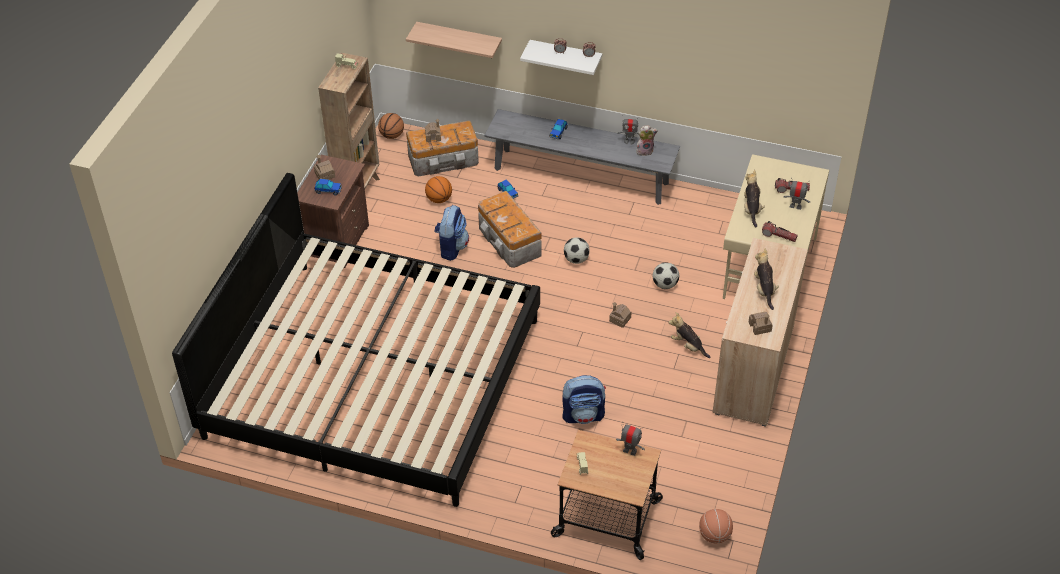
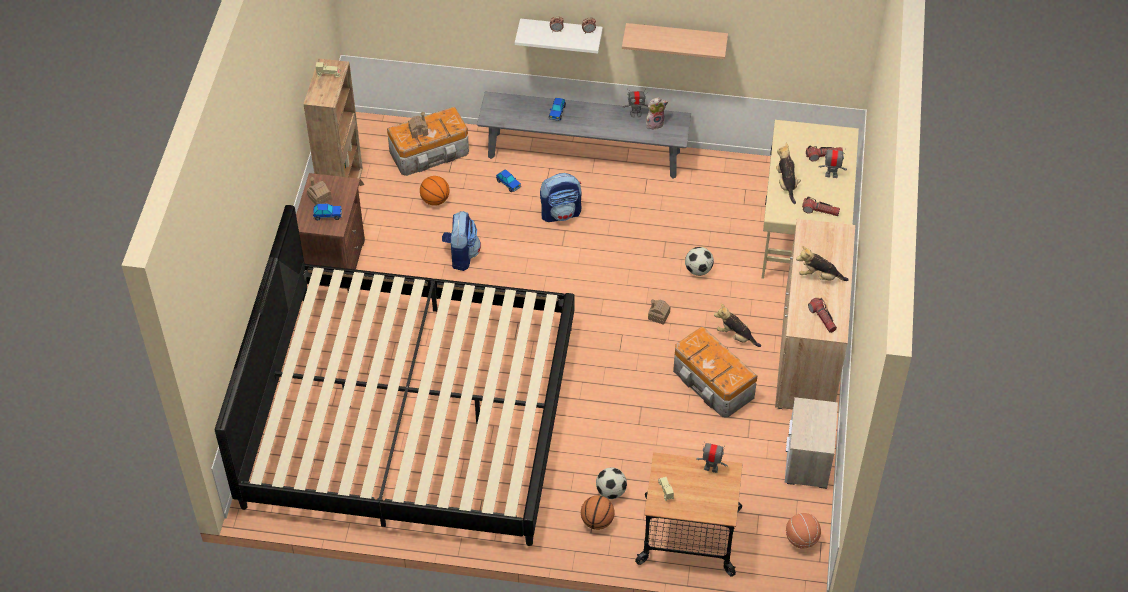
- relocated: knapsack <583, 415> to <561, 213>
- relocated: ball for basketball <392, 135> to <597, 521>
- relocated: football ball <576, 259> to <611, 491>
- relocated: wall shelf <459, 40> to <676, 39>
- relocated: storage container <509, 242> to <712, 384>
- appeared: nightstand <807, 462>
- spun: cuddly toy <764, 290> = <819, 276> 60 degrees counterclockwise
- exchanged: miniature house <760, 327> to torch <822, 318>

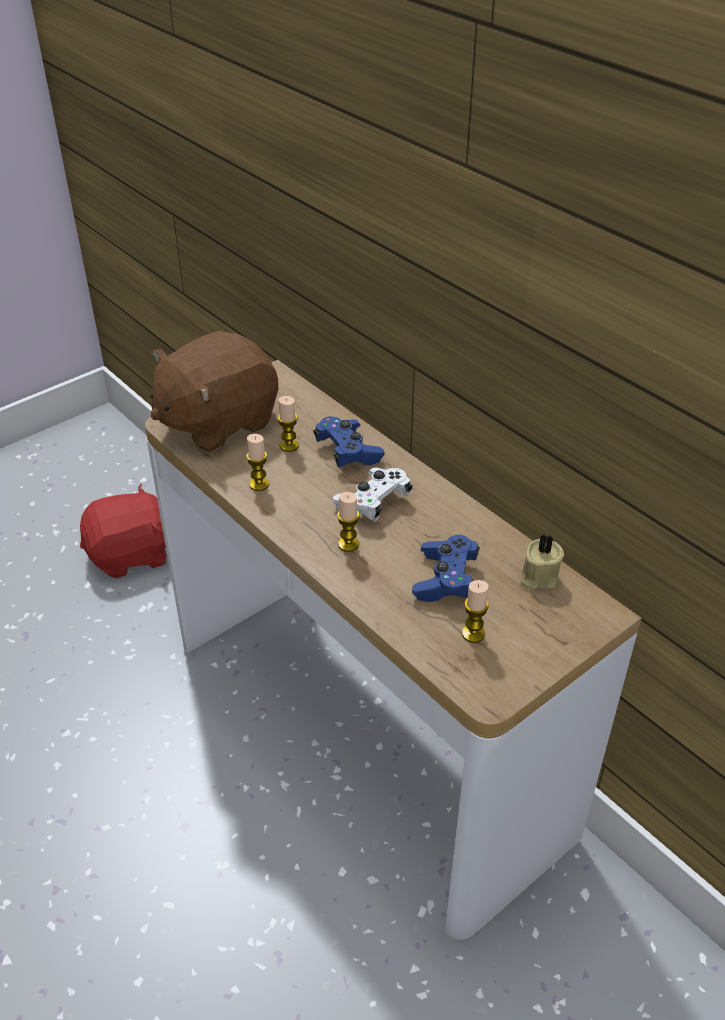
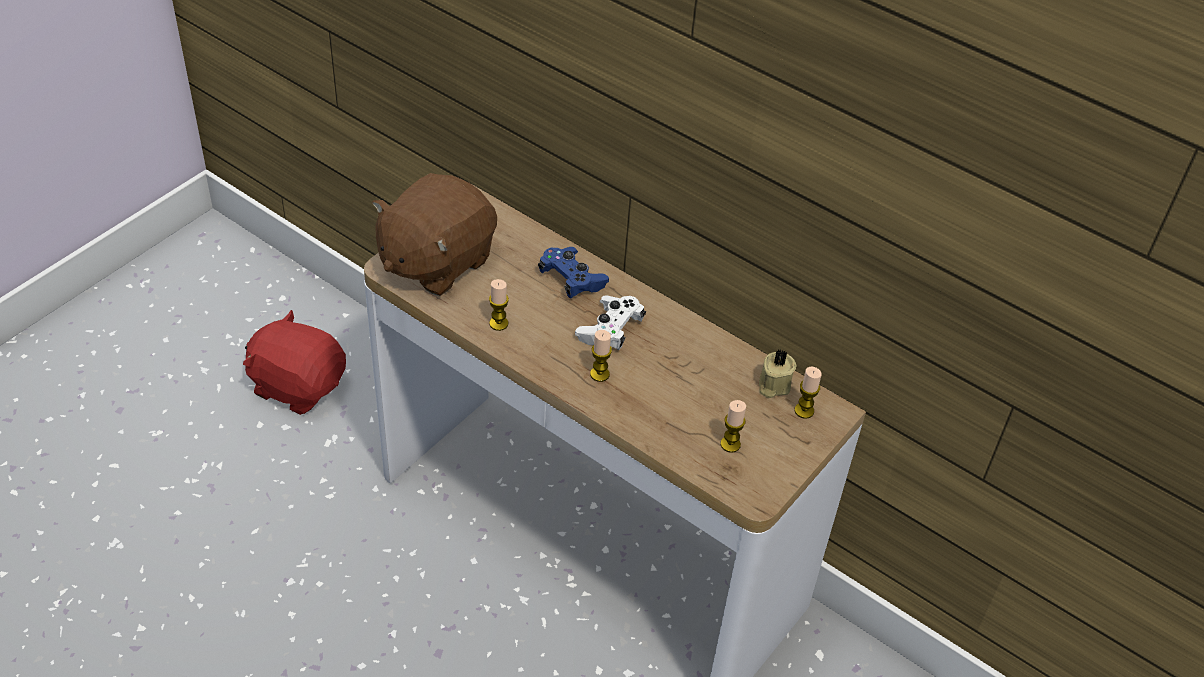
- spun: red cuddly toy <132, 554> = <298, 385> 120 degrees counterclockwise
- relocated: candle <289, 446> to <804, 411>
- missing: bluish game controller <445, 579>

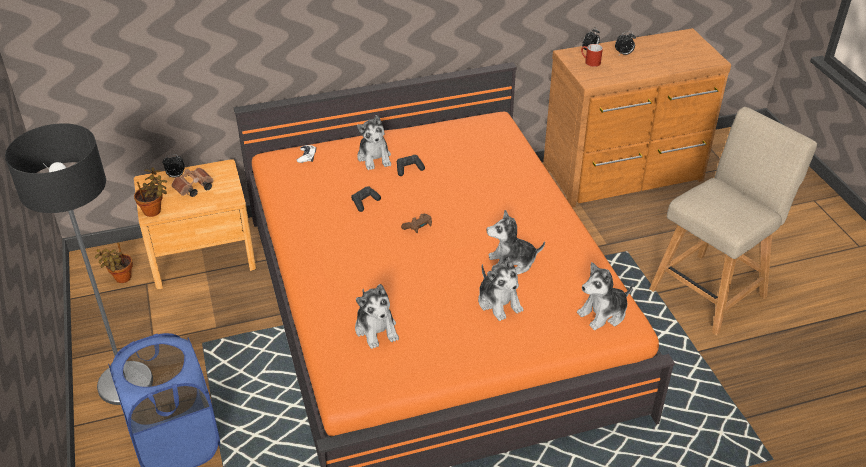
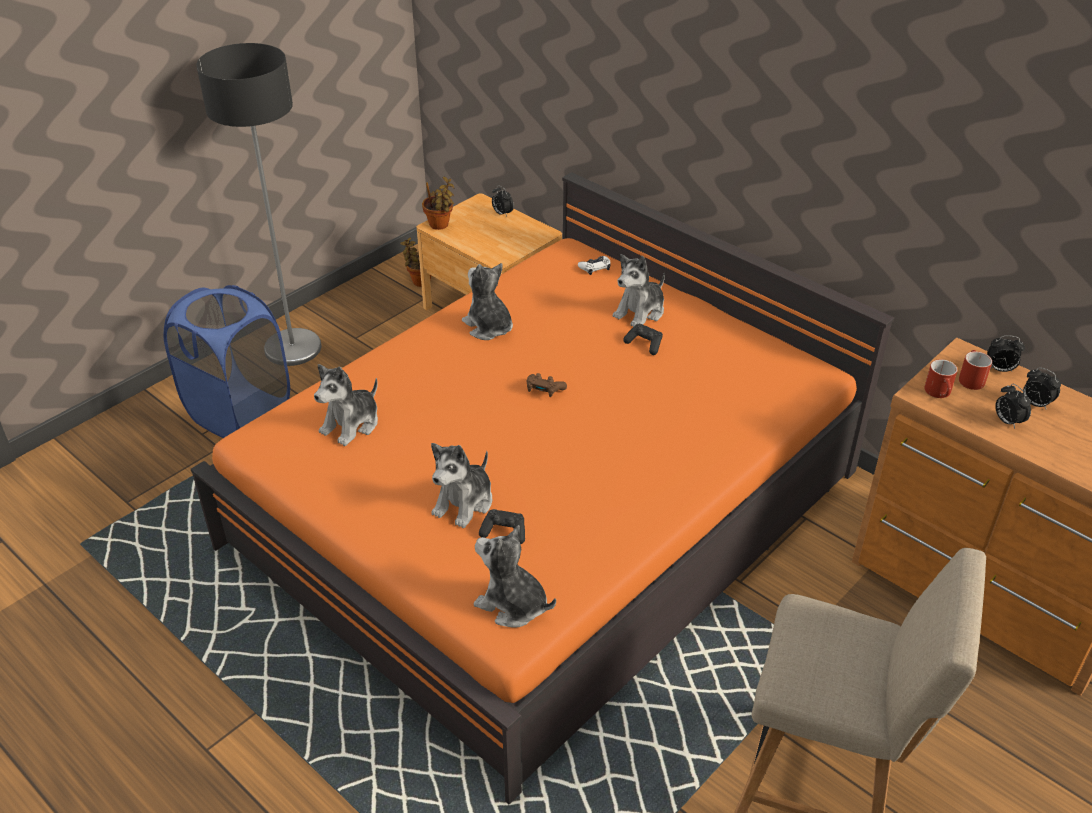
- relocated: cuddly toy <512, 262> to <489, 327>
- relocated: black-coloured game controller <365, 202> to <504, 532>
- appeared: red coffee mug <940, 393>
- appeared: table clock <1007, 421>
- missing: brownish binoculars <193, 189>

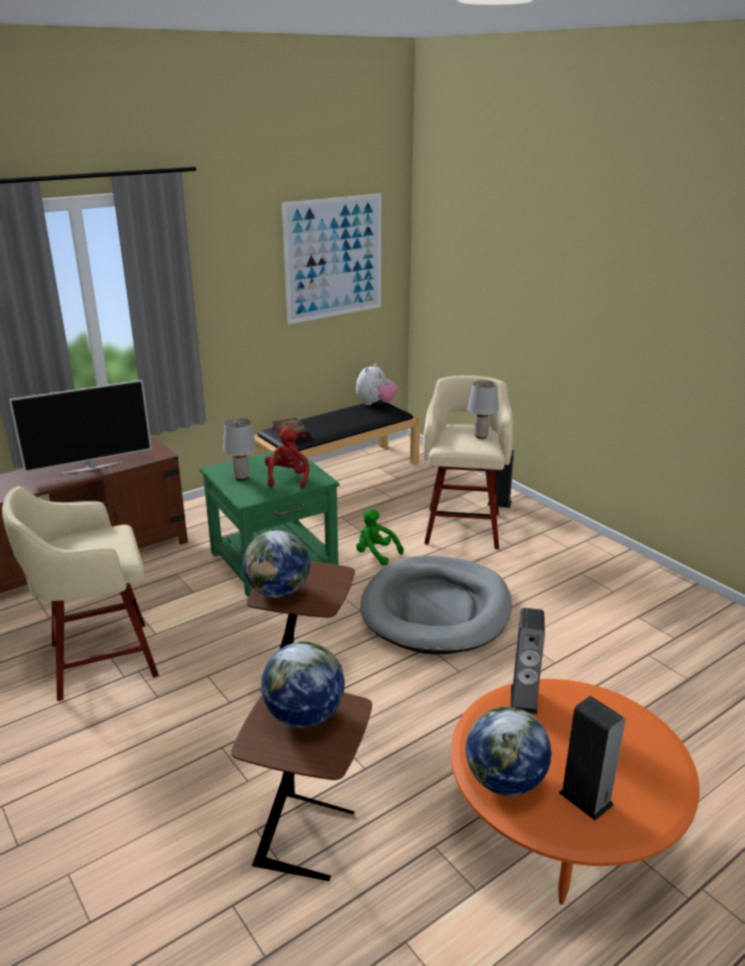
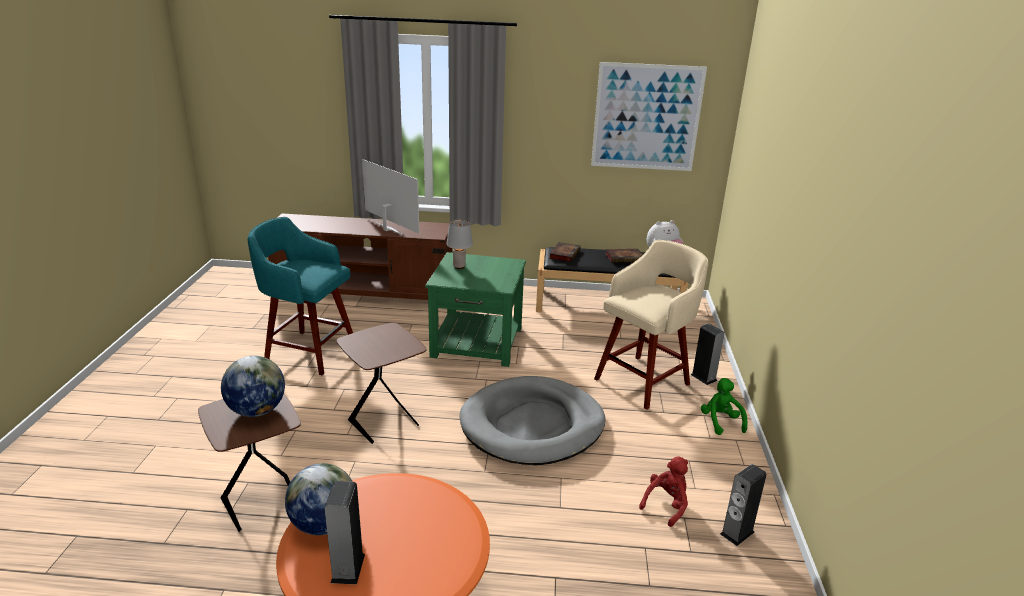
- colour: sand-coloured sitting stool <99, 660> to turquoise sitting stool <308, 352>
- spun: television <90, 467> = <388, 229> 150 degrees counterclockwise
- appeared: bound book <625, 258>
- relocated: red cuddly toy <287, 478> to <666, 505>
- relocated: green-coloured cuddly toy <376, 554> to <720, 422>
- relocated: loudspeaker <524, 699> to <737, 533>
- missing: world globe <278, 592>
- missing: greyish tabletop lamp <480, 436>

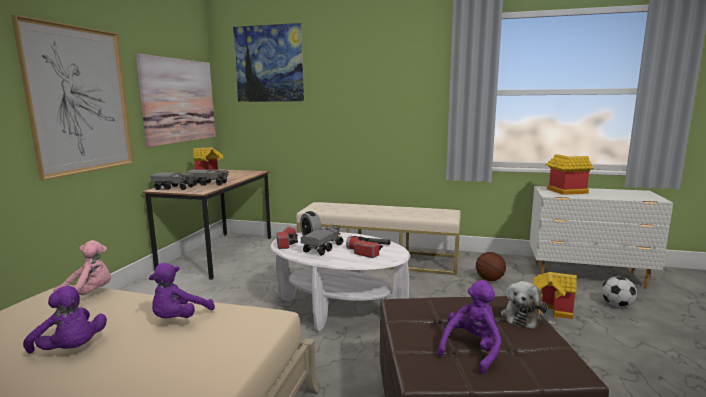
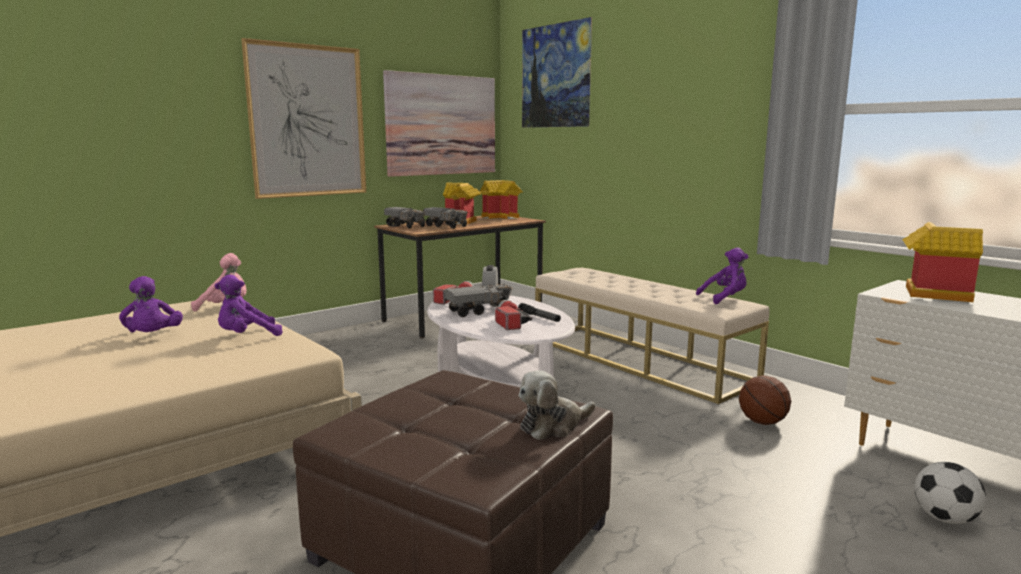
- relocated: miniature house <551, 313> to <502, 217>
- relocated: purple-coloured cuddly toy <472, 350> to <725, 298>

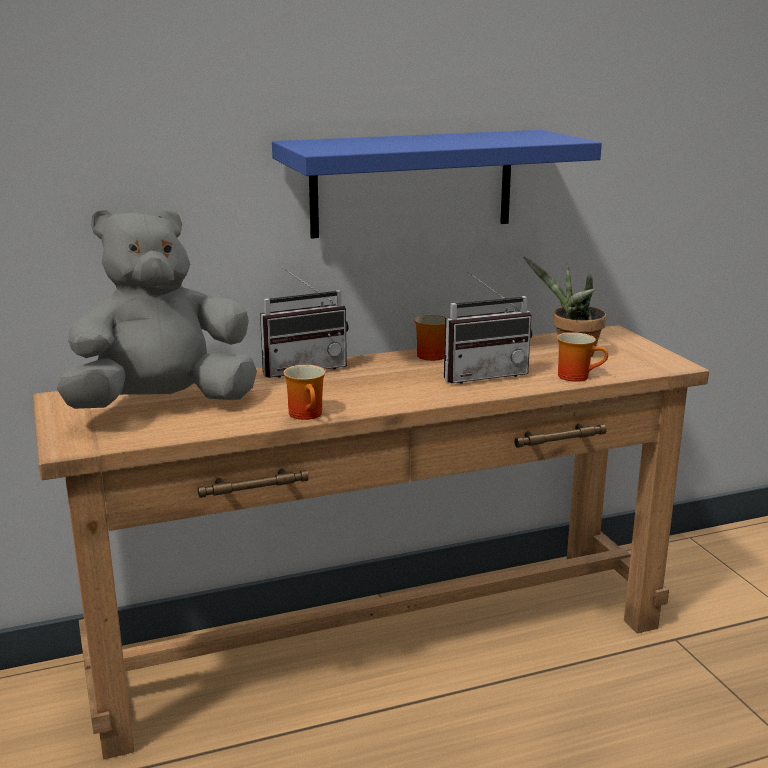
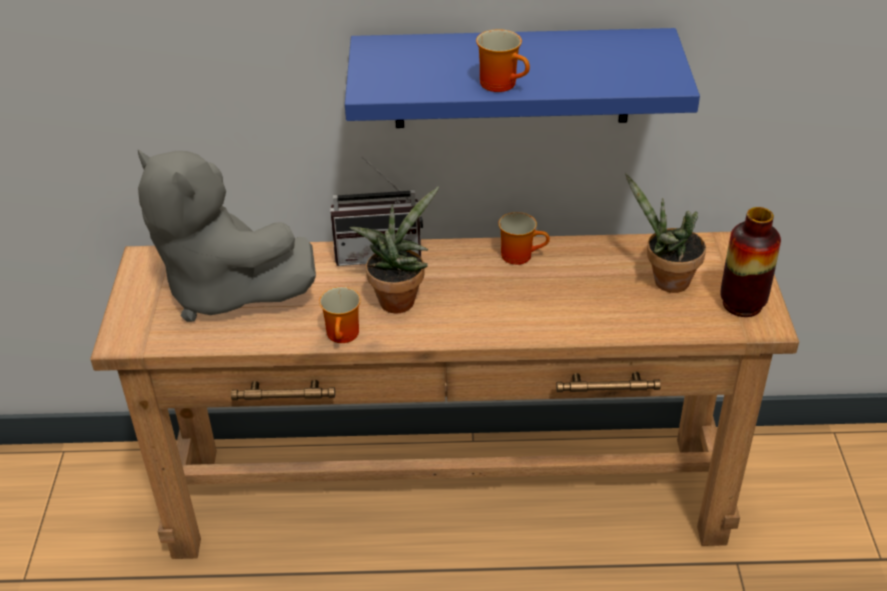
- spun: greyish cuddly toy <162, 405> = <224, 291> 135 degrees counterclockwise
- appeared: potted plant <398, 298>
- relocated: coffee mug <577, 376> to <503, 83>
- appeared: flower vase <742, 304>
- missing: radio set <482, 374>

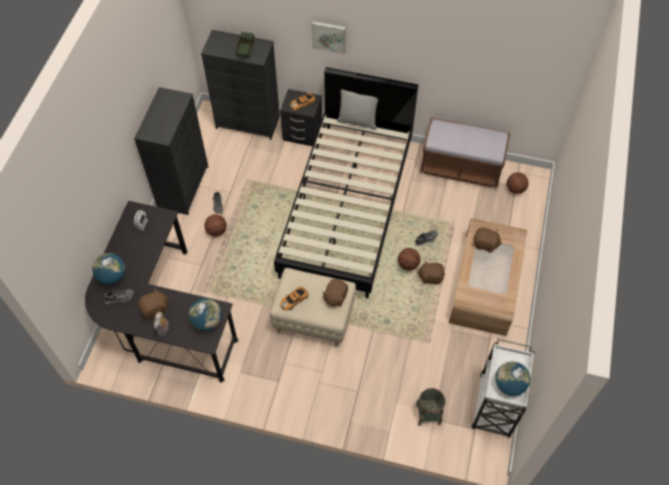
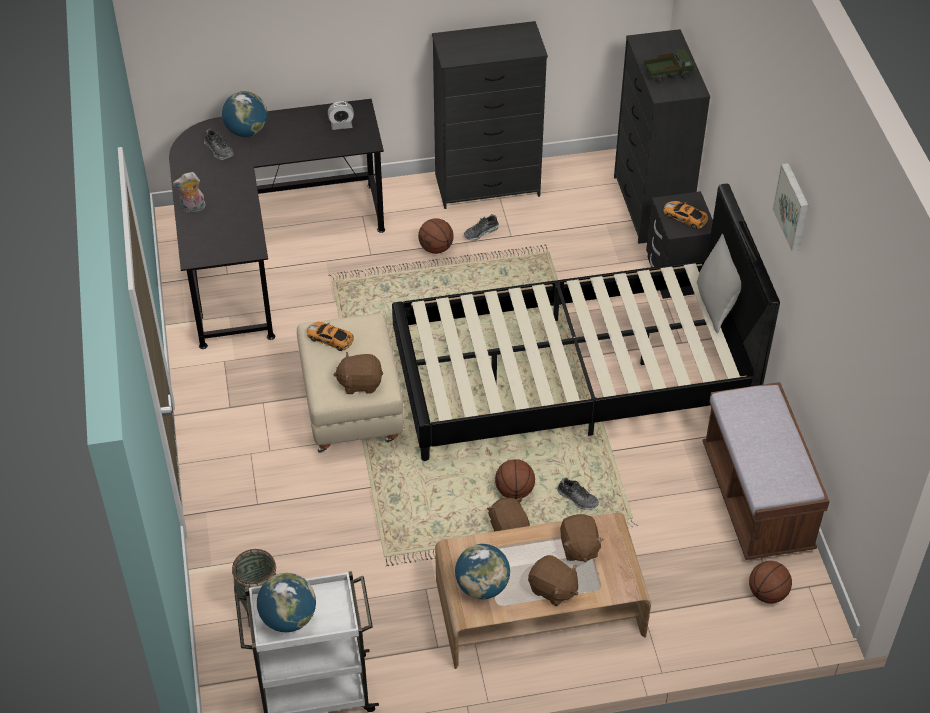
- relocated: world globe <207, 321> to <482, 586>
- relocated: brownish cuddly toy <155, 309> to <552, 589>
- relocated: wall art <329, 36> to <793, 206>

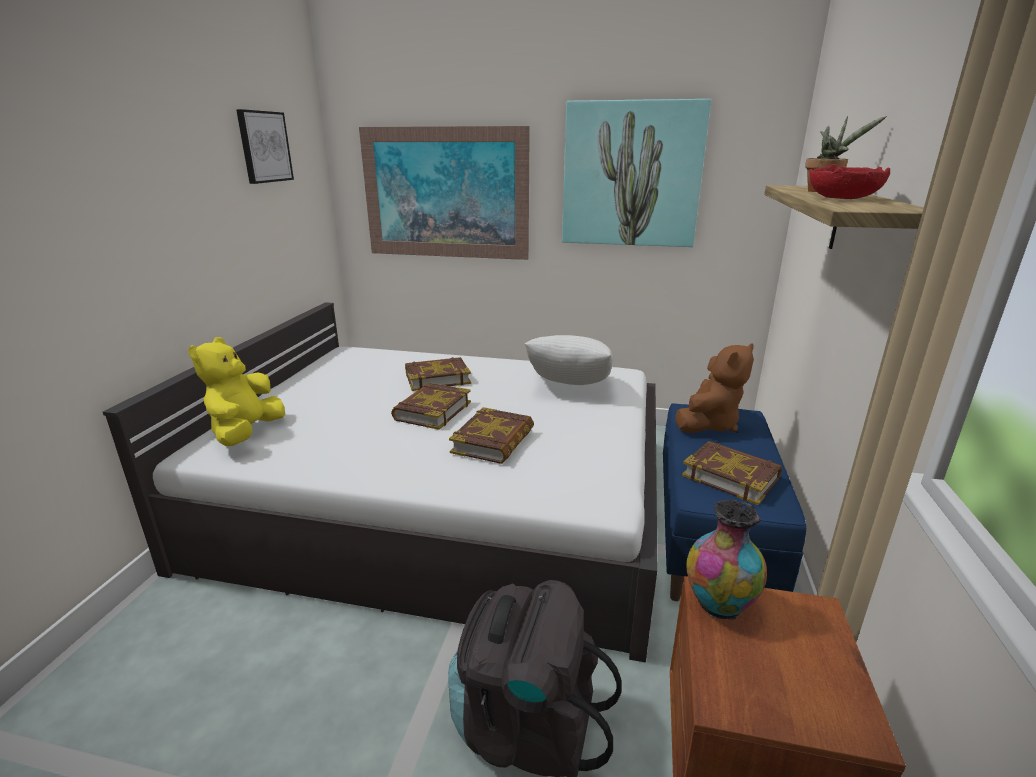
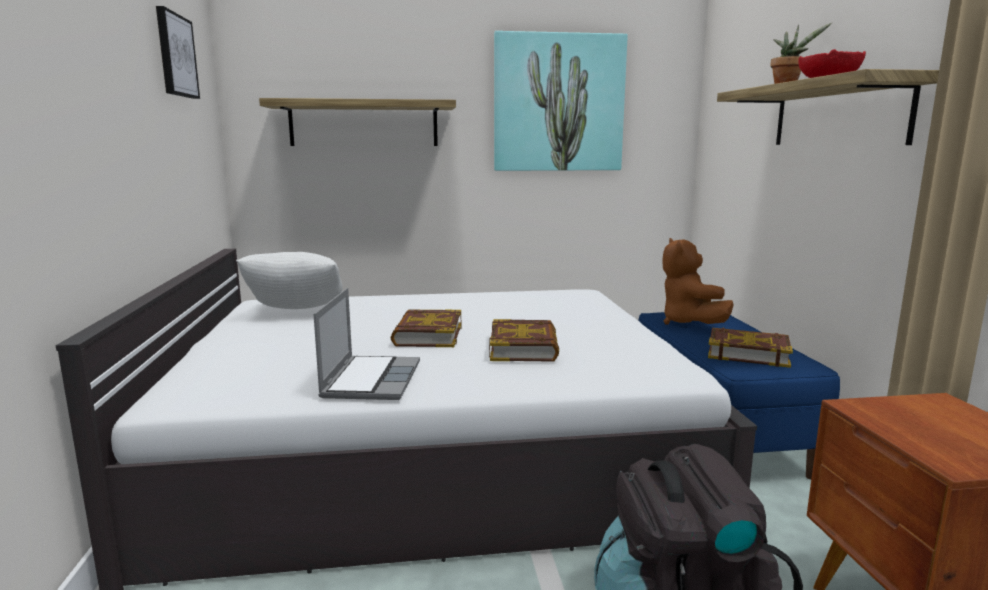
- relocated: whitish pillow <569, 388> to <296, 313>
- exchanged: wall art <445, 193> to wall shelf <364, 124>
- appeared: notebook computer <371, 379>
- spun: brownish cuddly toy <709, 424> = <689, 323> 150 degrees clockwise
- missing: yellow-coloured cuddly toy <246, 433>
- missing: bound book <437, 378>
- missing: flower vase <719, 603>

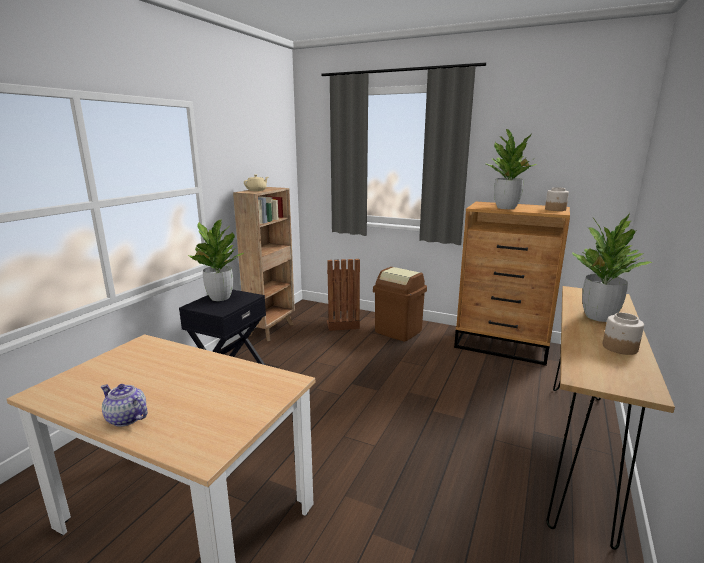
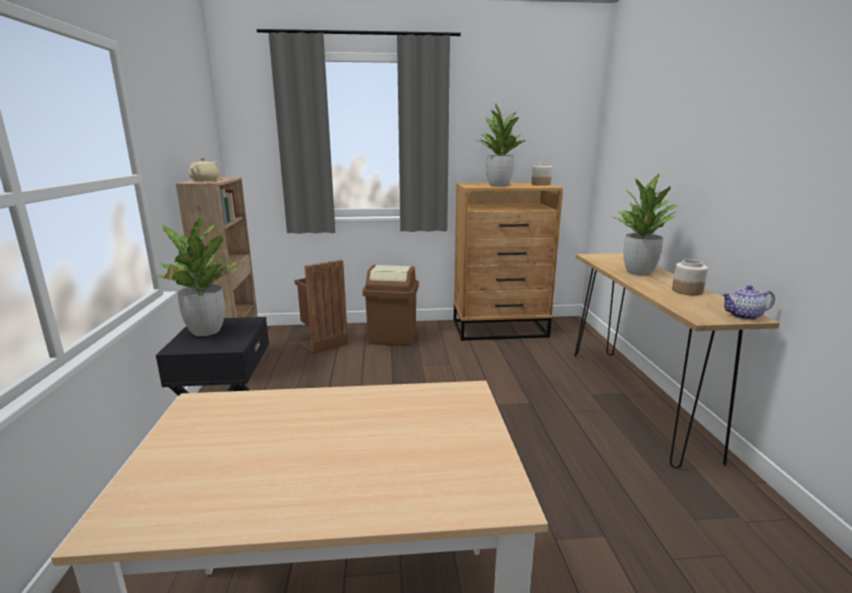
- relocated: teapot <126, 418> to <743, 316>

